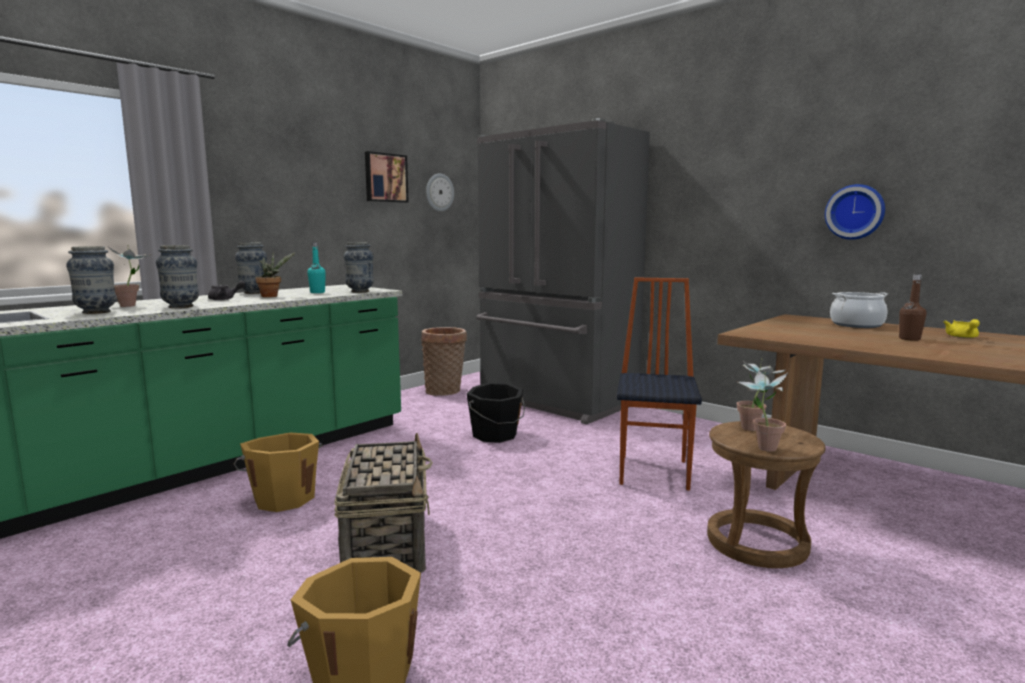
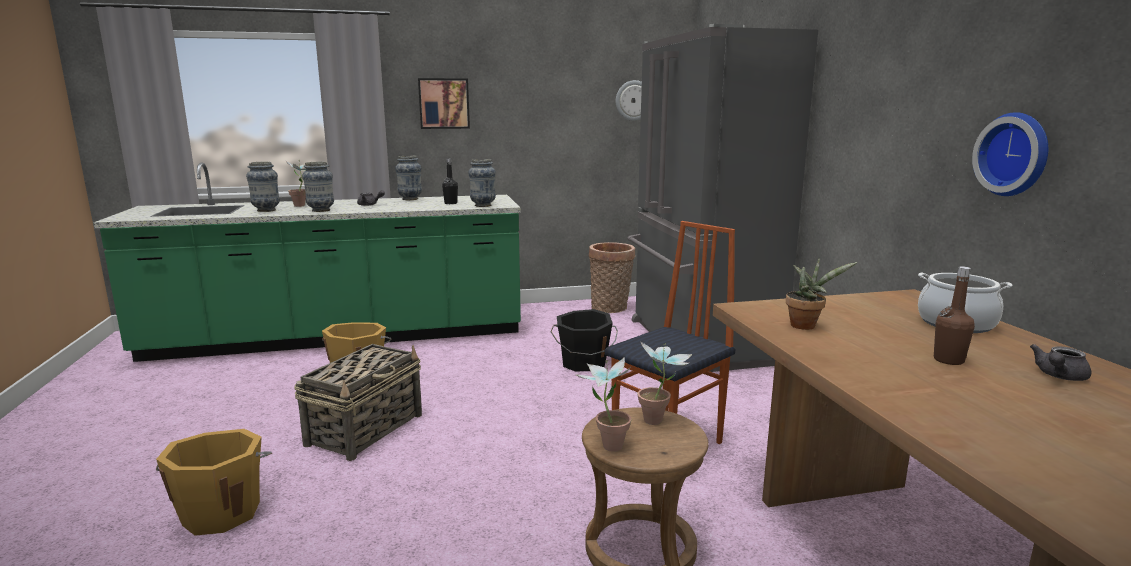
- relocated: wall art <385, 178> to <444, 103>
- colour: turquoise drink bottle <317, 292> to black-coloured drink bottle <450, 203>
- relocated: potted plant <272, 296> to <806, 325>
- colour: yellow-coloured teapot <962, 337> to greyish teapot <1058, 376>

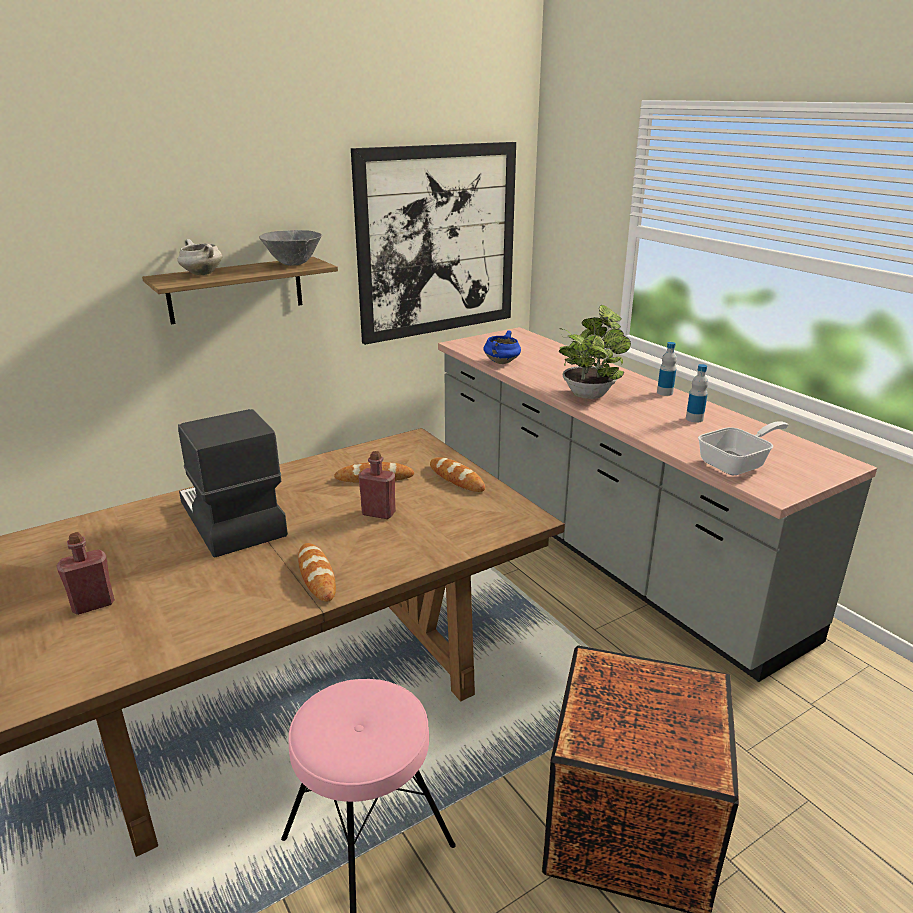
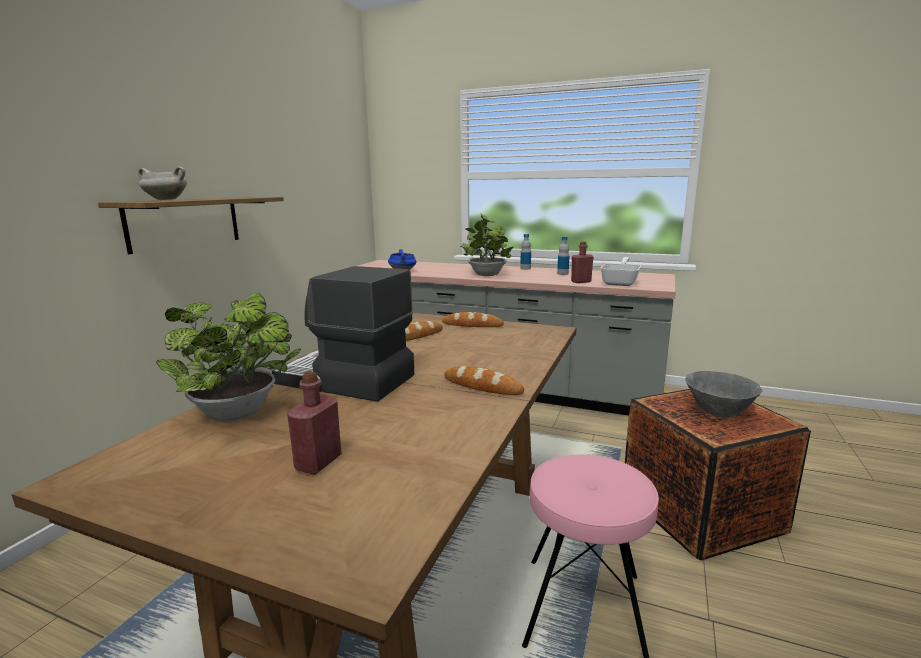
- appeared: potted plant <240, 415>
- relocated: red drink bottle <378, 513> to <581, 281>
- relocated: greyish bowl <294, 264> to <718, 413>
- missing: wall art <437, 241>

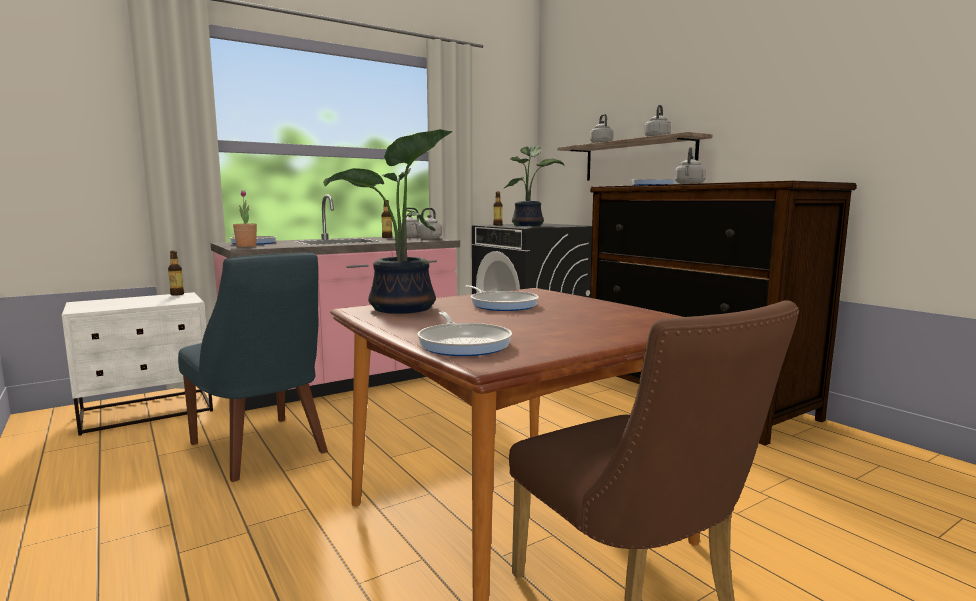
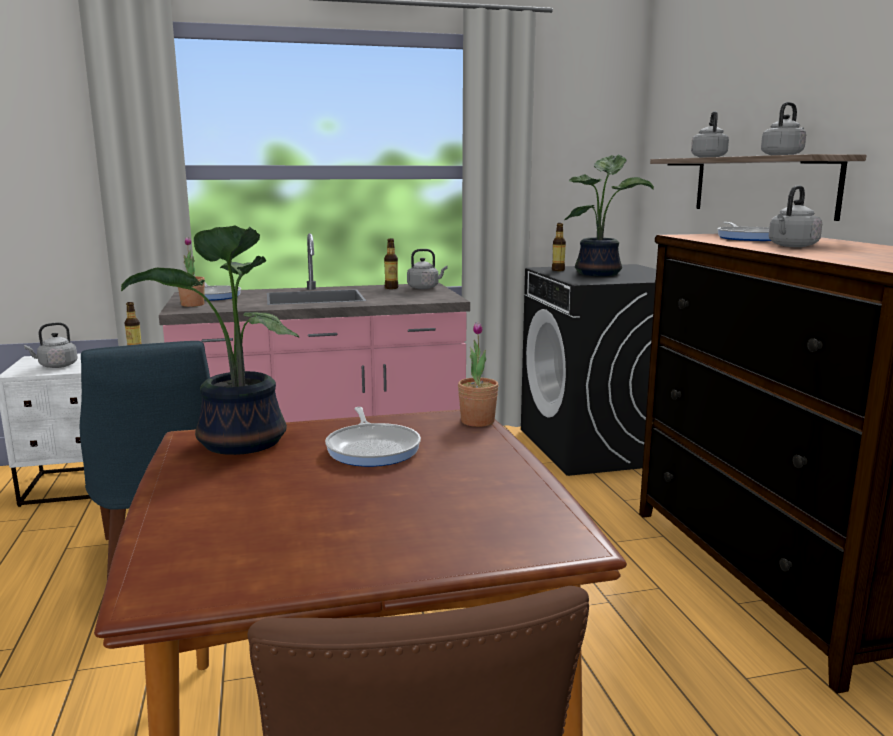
- relocated: greyish tea kettle <428, 239> to <56, 366>
- appeared: potted plant <477, 421>
- missing: frying pan <463, 344>

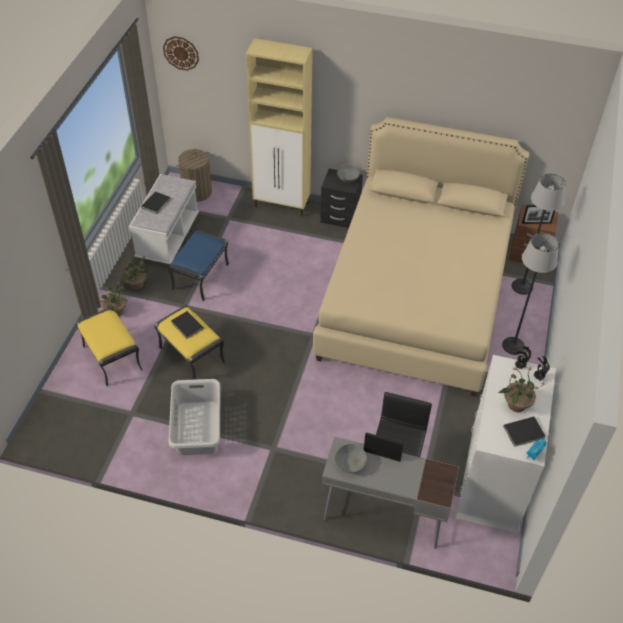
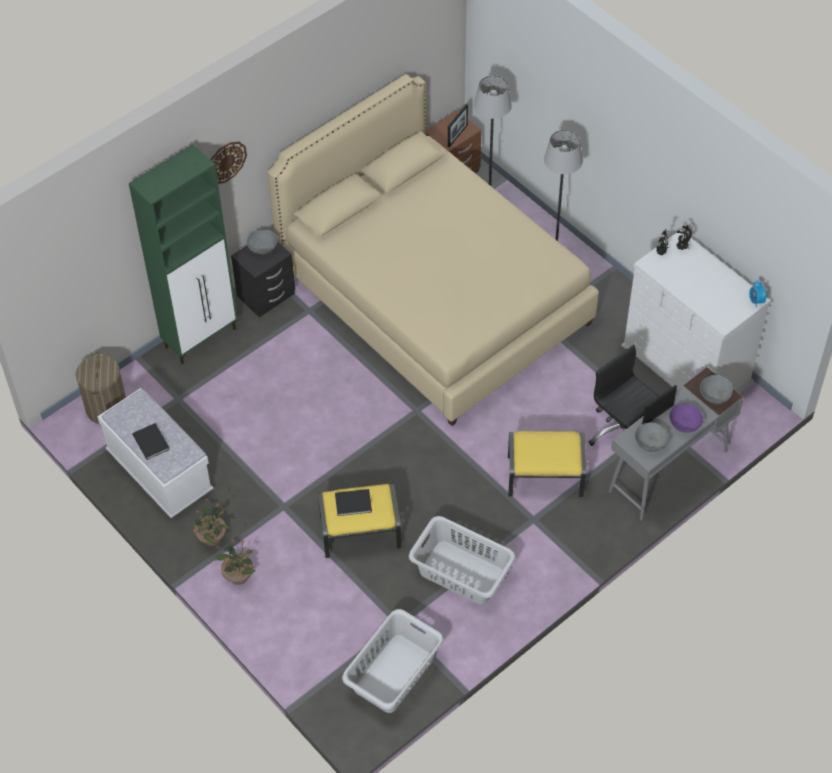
- colour: sand-coloured storage cabinet <282, 205> to green-coloured storage cabinet <201, 337>
- relocated: clock on the wall <181, 53> to <226, 162>
- appeared: greyish hamper <394, 673>
- relocated: yellow-coloured pouffe <111, 357> to <544, 477>
- appeared: purple-coloured bowl <684, 424>
- appeared: greyish bowl <714, 395>
- missing: bluish pouffe <200, 276>
- missing: potted plant <516, 404>
- missing: black-coloured bound book <524, 432>

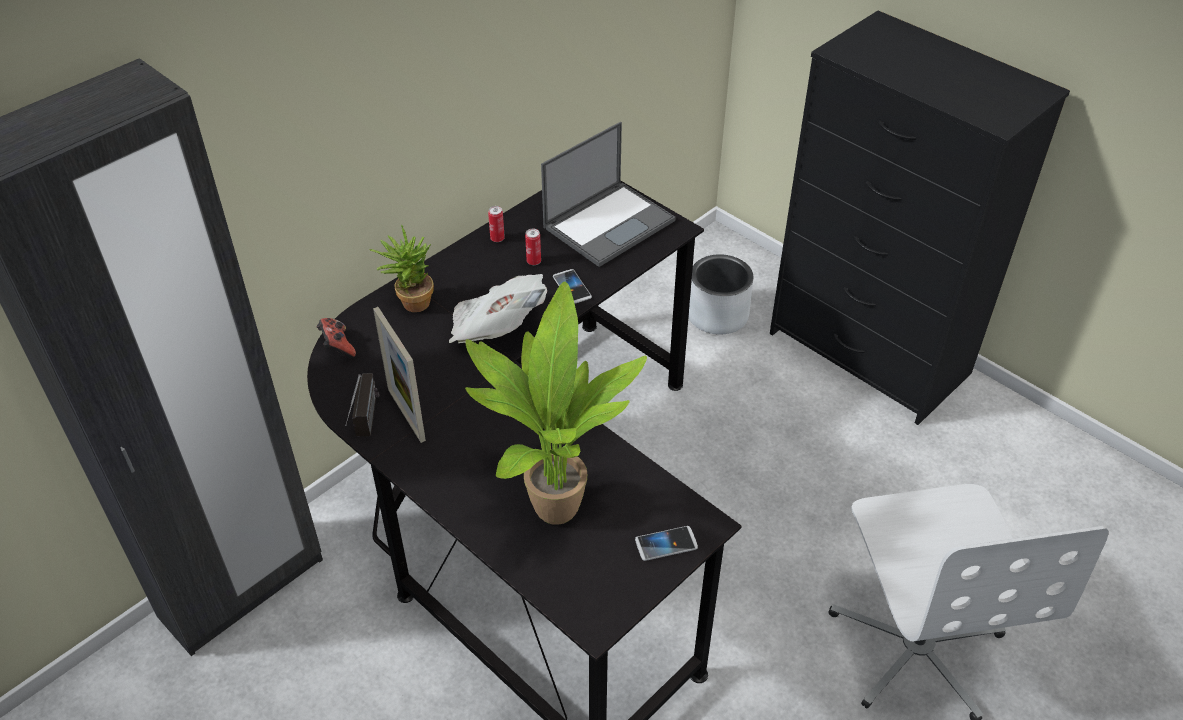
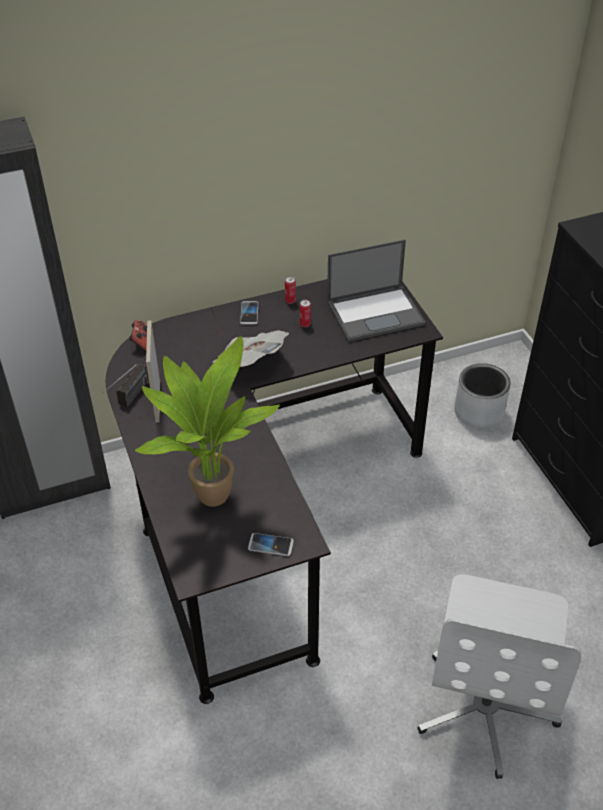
- relocated: handset <572, 287> to <249, 313>
- missing: potted plant <410, 302>

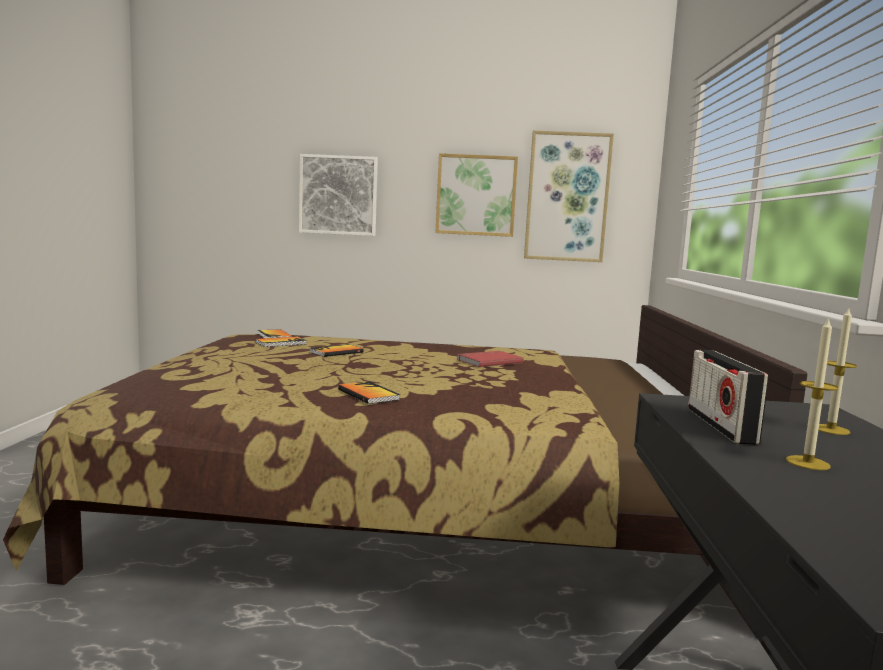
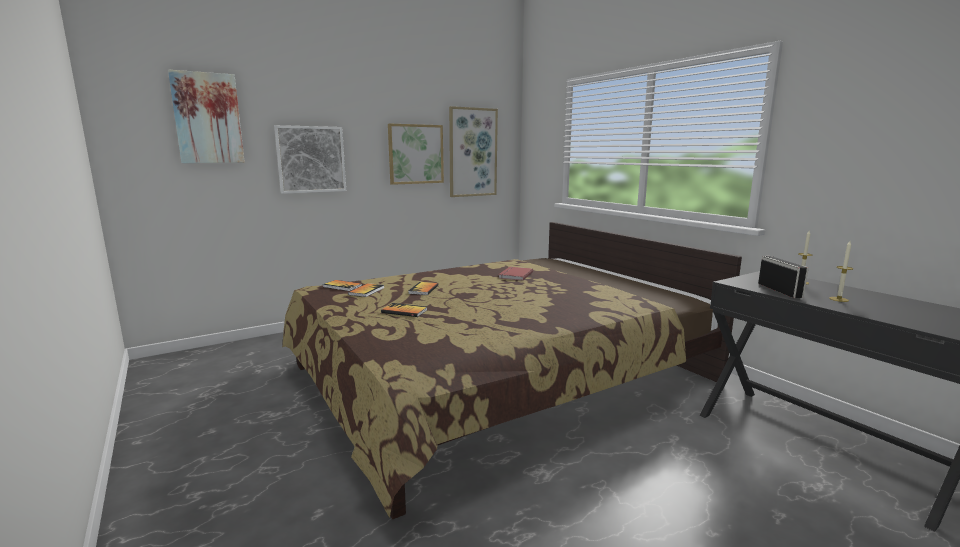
- appeared: wall art <207, 118>
- relocated: bound book <368, 394> to <404, 311>
- spun: radio set <720, 425> = <779, 290> 150 degrees counterclockwise

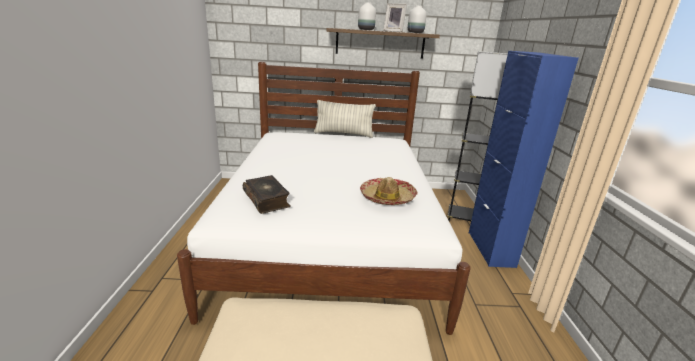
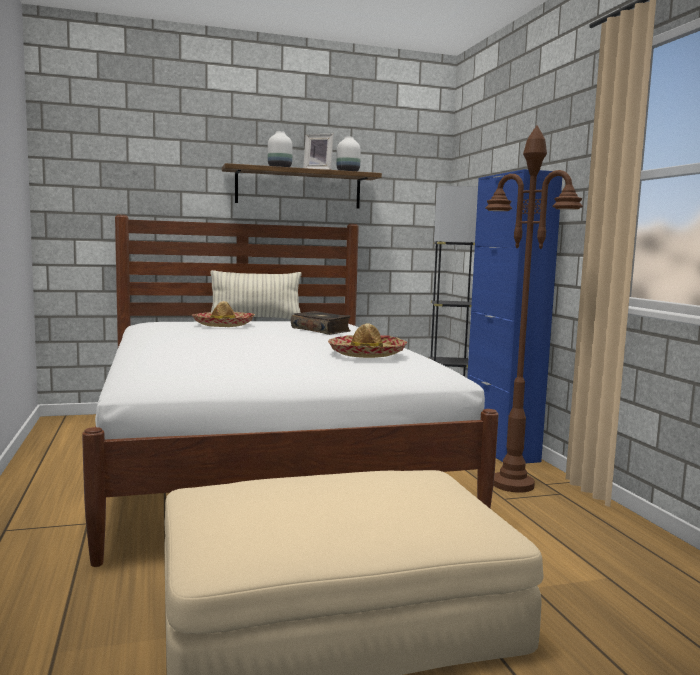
- appeared: wearable hat <223, 325>
- relocated: bound book <267, 200> to <321, 330>
- appeared: brownish standard lamp <513, 484>

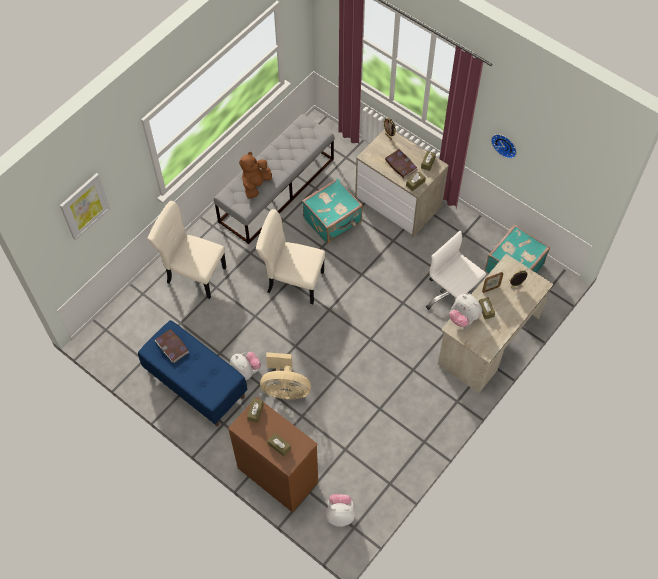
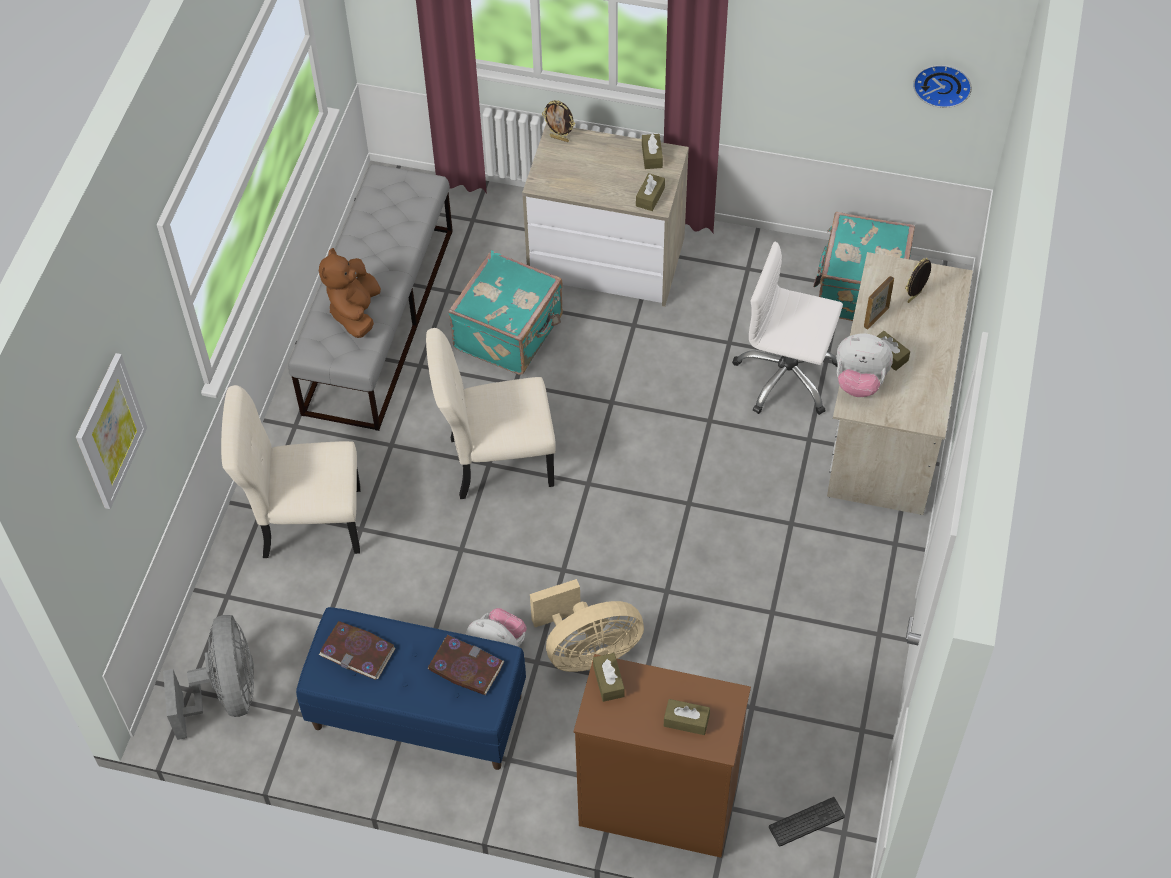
- appeared: greyish fan <226, 695>
- relocated: bound book <400, 164> to <465, 667>
- exchanged: cuddly toy <340, 514> to computer keyboard <806, 822>
- relocated: clock on the wall <505, 144> to <943, 83>

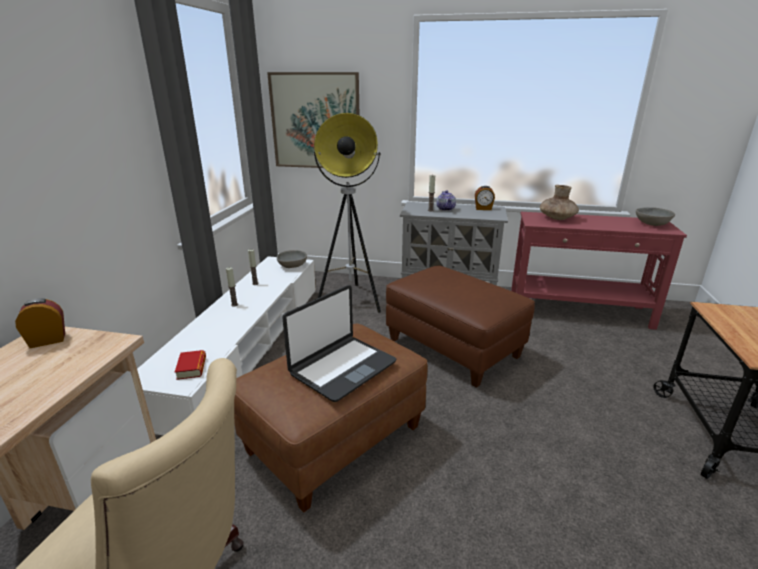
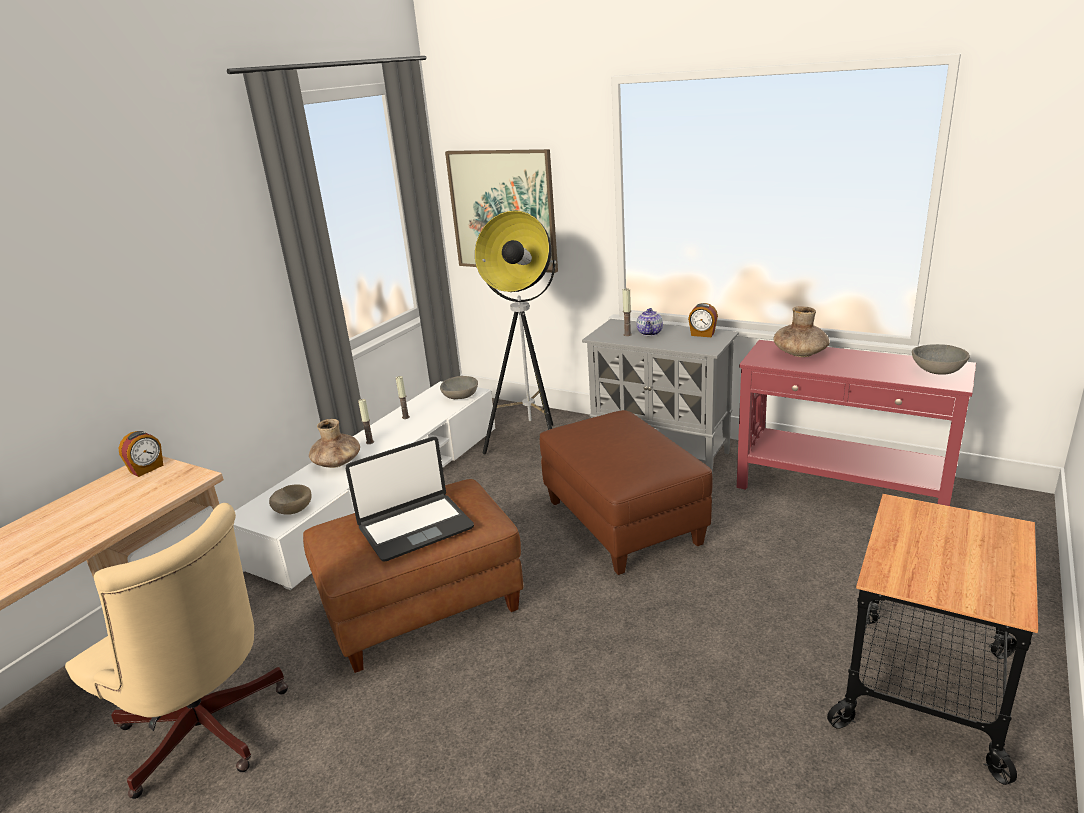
- spun: table clock <48, 340> = <147, 469> 135 degrees clockwise
- exchanged: bound book <191, 368> to sand-coloured bowl <293, 510>
- appeared: brownish flower vase <337, 463>

